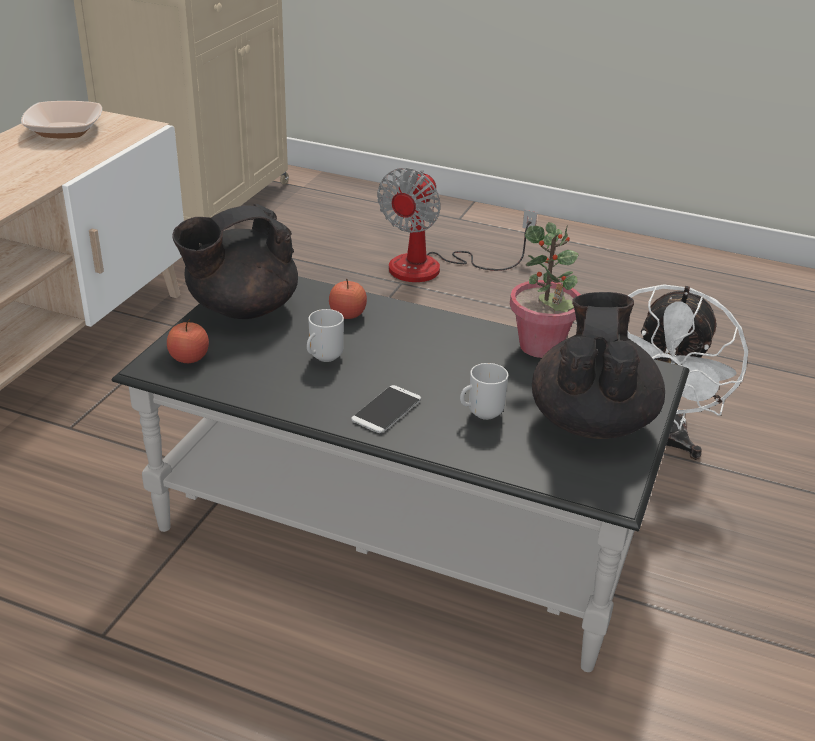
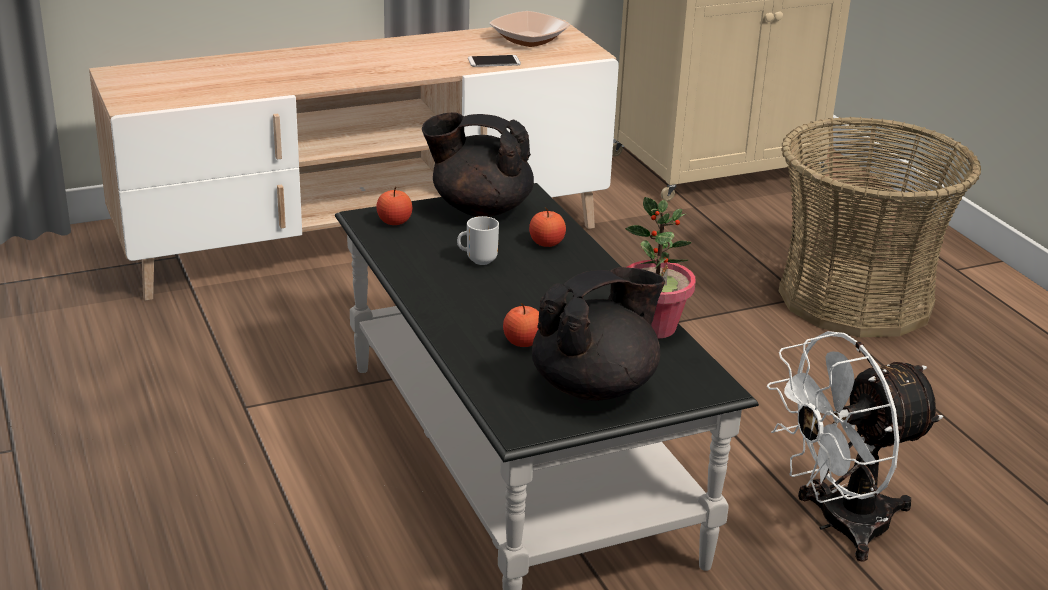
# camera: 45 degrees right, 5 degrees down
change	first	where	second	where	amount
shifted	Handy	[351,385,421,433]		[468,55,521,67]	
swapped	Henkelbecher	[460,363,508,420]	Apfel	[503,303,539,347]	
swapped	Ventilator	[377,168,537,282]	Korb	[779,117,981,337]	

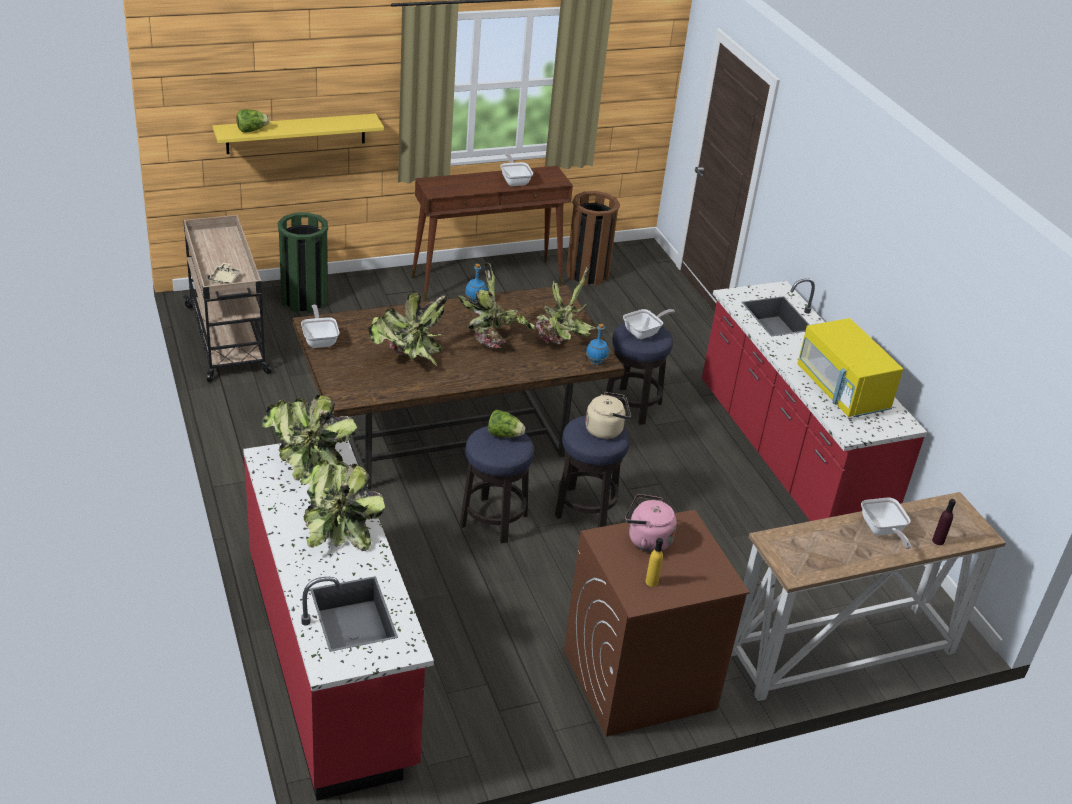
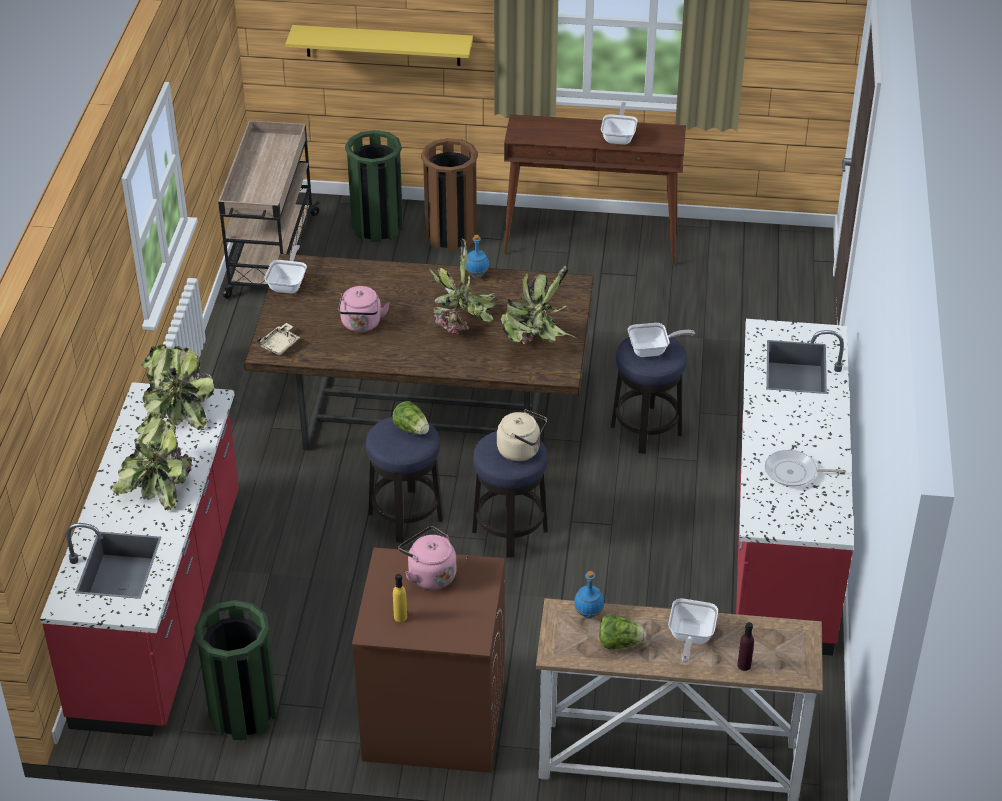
# camera: 30 degrees right, 5 degrees up
change	first	where	second	where	amount
new			Mülleimer/grün	[194,600,277,740]	
shifted	Tablett/beige	[208,262,242,284]		[257,323,300,355]	
swapped	Topfpflanze	[368,293,447,366]	Wasserkessel/rosa	[338,286,390,332]	
shifted	Mülleimer/braun	[566,191,620,286]		[421,138,478,251]	
shifted	Flasche/blau	[586,324,609,365]		[574,571,604,619]	
shifted	Salatkopf	[236,109,269,132]		[599,615,647,649]	
swapped	Mikrowelle/gelb	[797,318,903,417]	Pfanne	[765,450,846,487]	

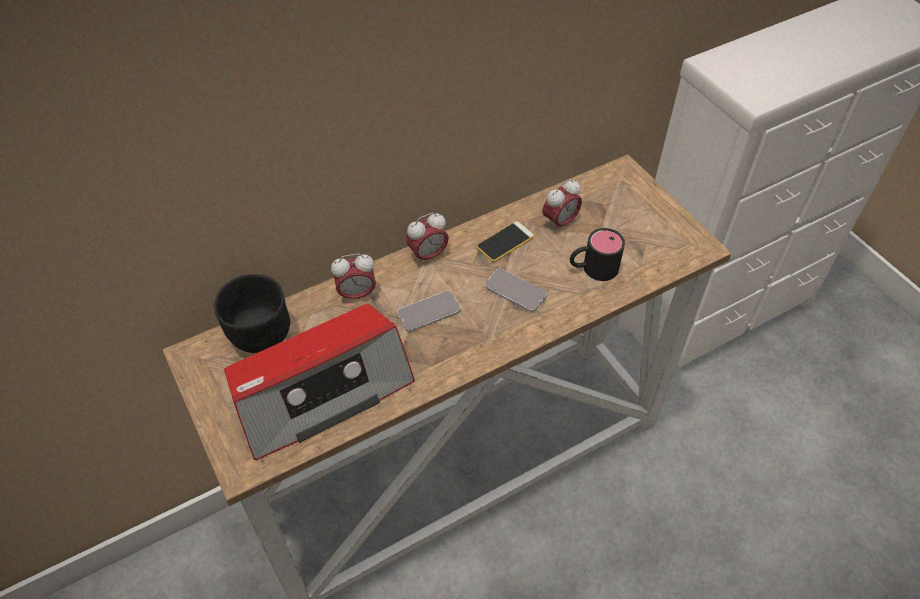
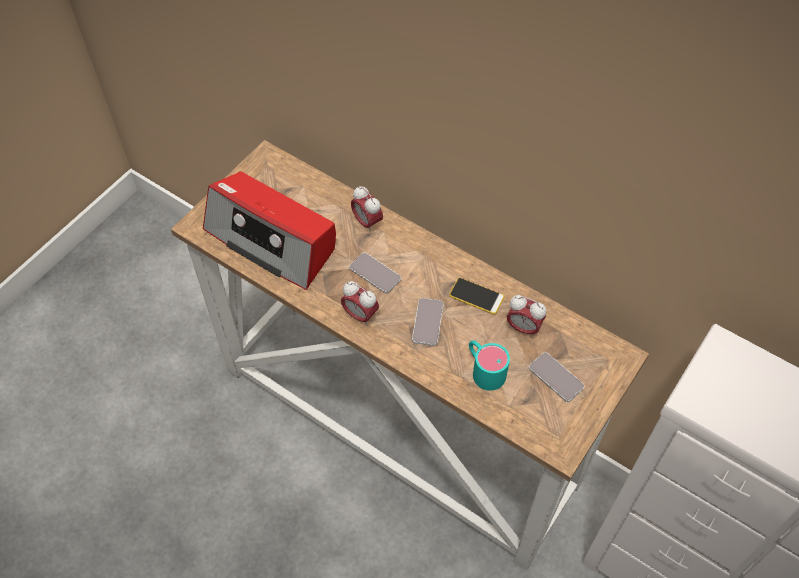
# camera: 65 degrees right, 5 degrees up
change	first	where	second	where	amount
shifted	Wecker	[406,212,449,265]		[341,281,379,326]	
repainted	Henkelbecher/schwarz	[570,228,625,281]	Henkelbecher/türkis	[469,340,510,391]	
new			Handy	[529,352,584,402]	
gone	Schüssel/schwarz	[214,274,290,353]			

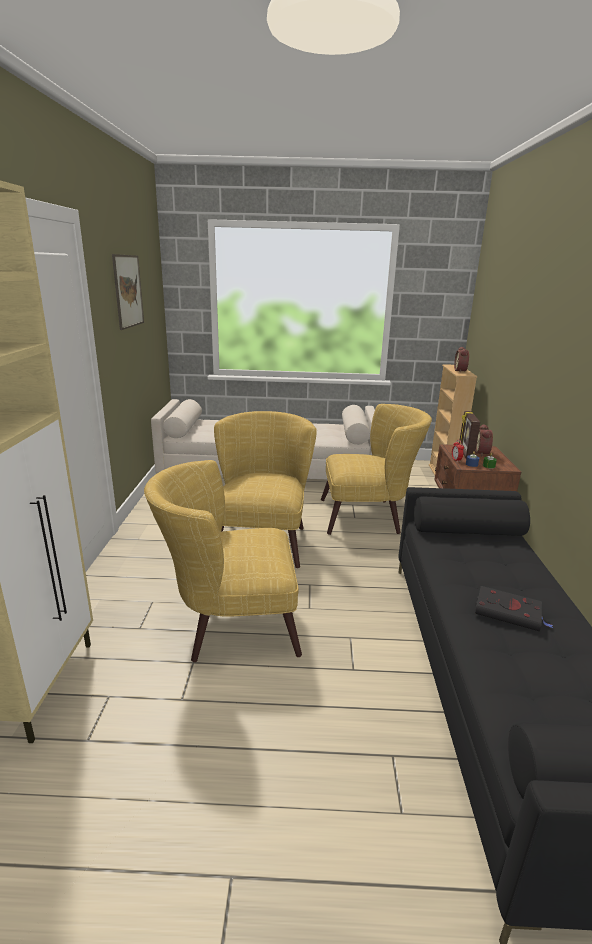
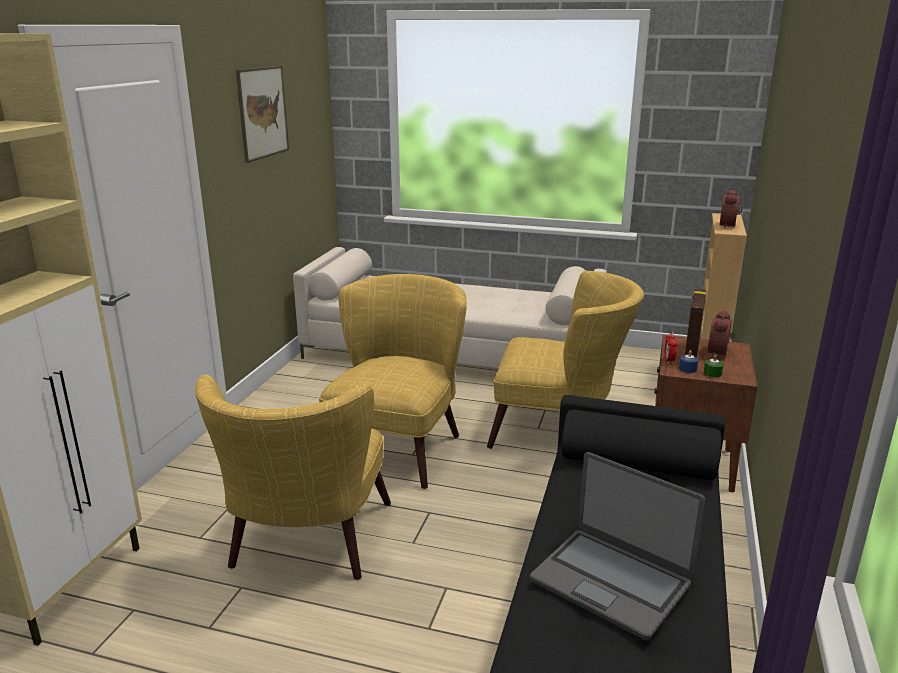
# camera: 15 degrees right, 0 degrees up
change	first	where	second	where	amount
rotated	Sessel/gelb	[144,460,302,662]		[195,375,391,580]	90 degrees counterclockwise
swapped	Buch/schwarz	[475,586,553,631]	Laptop	[530,452,705,640]	

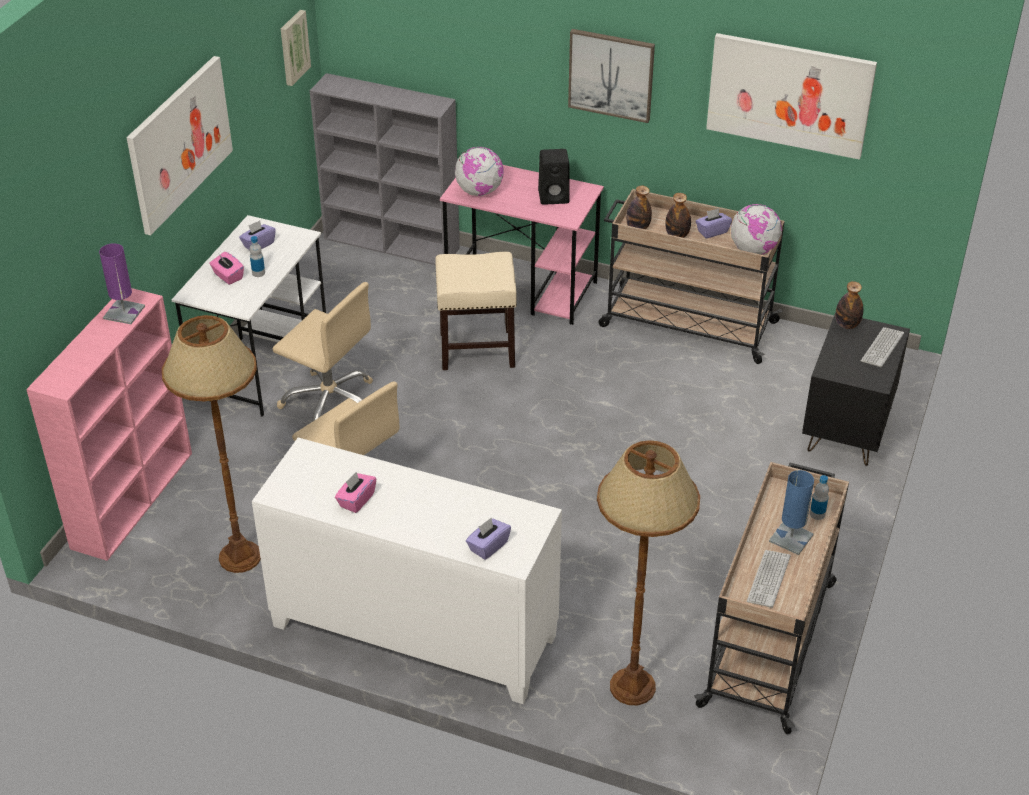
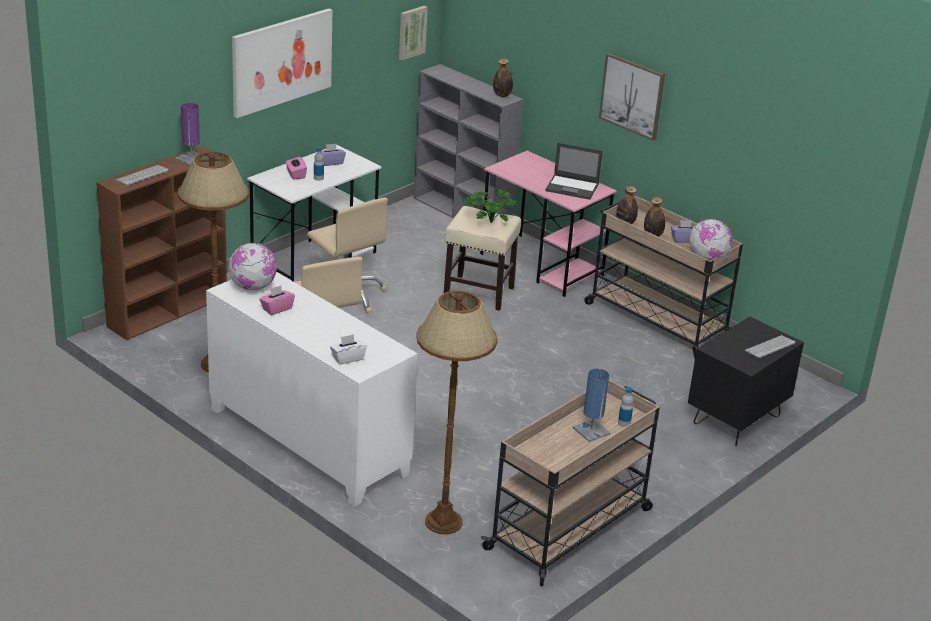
# camera: 20 degrees right, 10 degrees down
change	first	where	second	where	amount
repainted	Bücherregal/rosa	[26,288,192,561]	Bücherregal/braun	[96,146,227,340]	
shifted	Tastatur	[747,550,791,608]		[116,165,168,186]	
shifted	Globus	[455,147,504,196]		[228,243,277,290]	
repainted	Taschentuchbox/lila	[466,518,511,560]	Taschentuchbox/weiß	[330,334,367,365]	
new			Topfpflanze	[462,189,517,222]	
shifted	Flasche	[836,281,863,329]		[493,58,513,97]	
swapped	Lautsprecher/schwarz	[538,149,570,205]	Laptop	[545,143,603,200]	
gone	Bild	[706,33,877,160]			

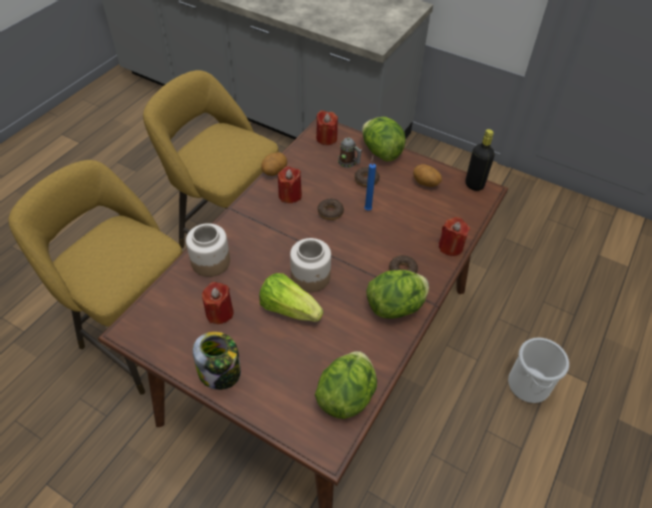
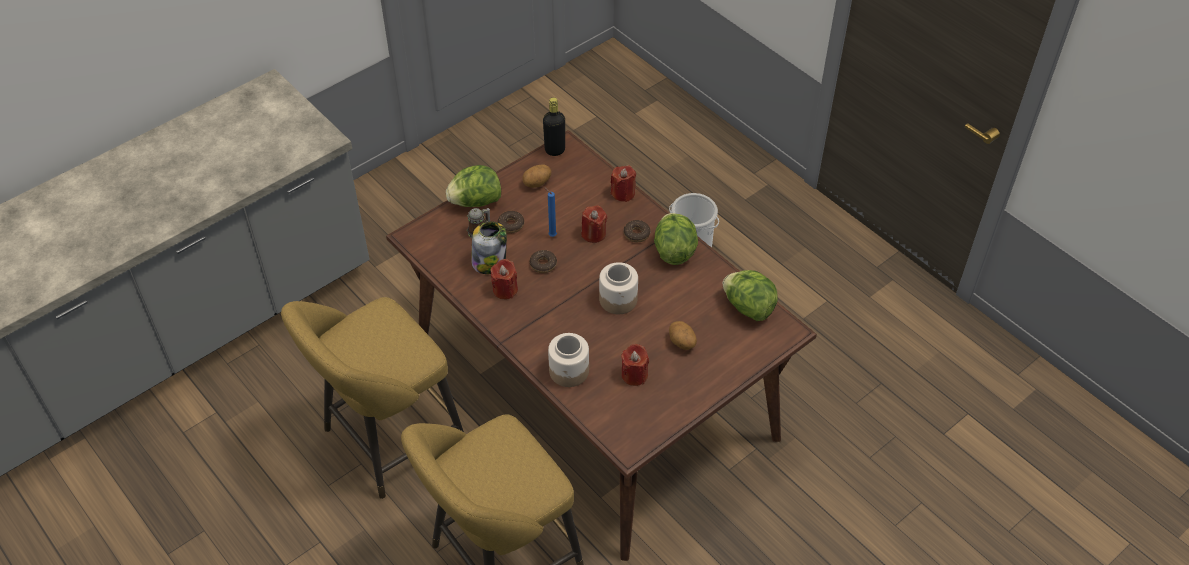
# camera: 70 degrees left, 0 degrees up
change	first	where	second	where	amount
shifted	Vorratsglas	[193,332,241,390]		[471,222,507,274]	
shifted	Kerze/rot	[316,110,338,145]		[581,205,607,243]	
shifted	Kartoffel	[261,152,287,176]		[669,321,697,350]	
gone	Salatkopf	[259,273,323,322]			

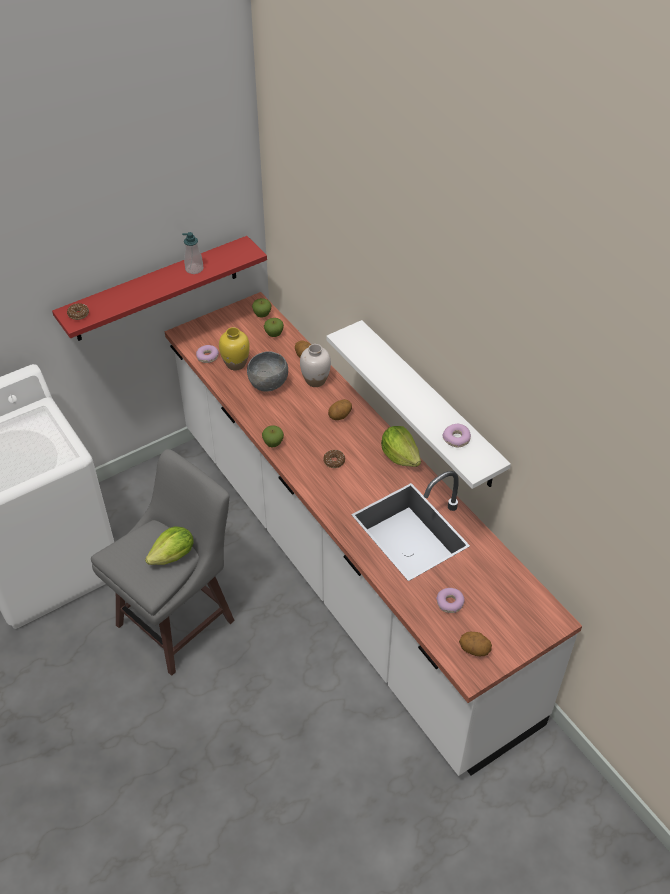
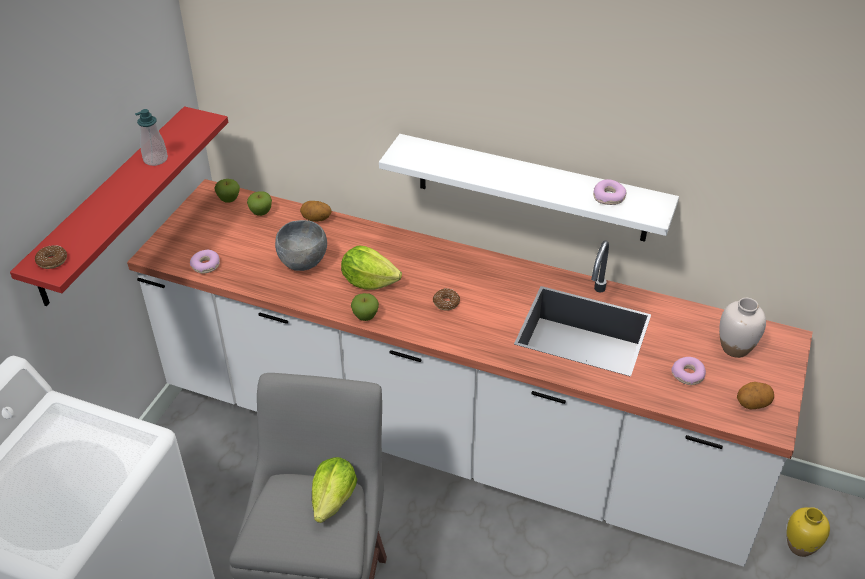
# camera: 35 degrees left, 5 degrees down
change	first	where	second	where	amount
shifted	Salatkopf	[381,426,421,467]		[341,246,402,290]	
shifted	Vase/weiß	[300,344,331,387]		[719,298,766,358]	
shifted	Vase/gelb	[219,327,250,371]		[786,507,830,557]	
gone	Kartoffel	[328,399,352,420]			

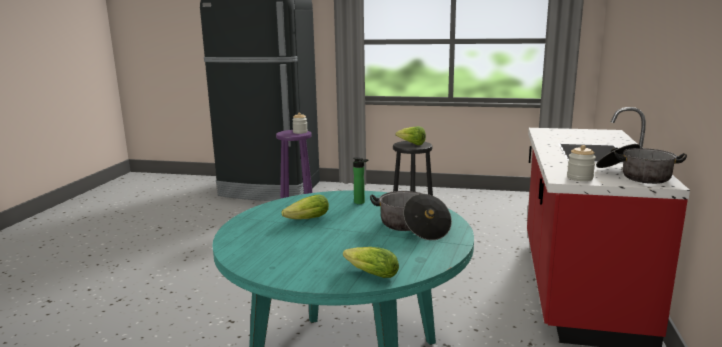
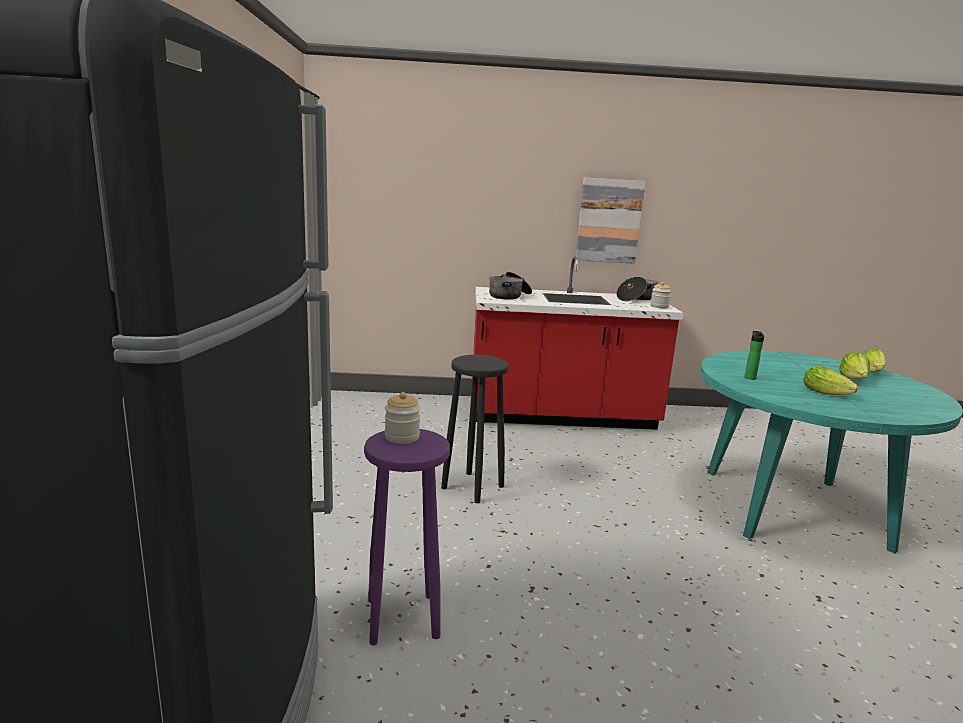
# camera: 105 degrees left, 0 degrees up
change	first	where	second	where	amount
shifted	Kochtopf	[370,191,452,240]		[489,272,532,300]	
new			Bild	[576,178,645,264]	
shifted	Salatkopf	[396,126,426,145]		[839,352,870,379]	

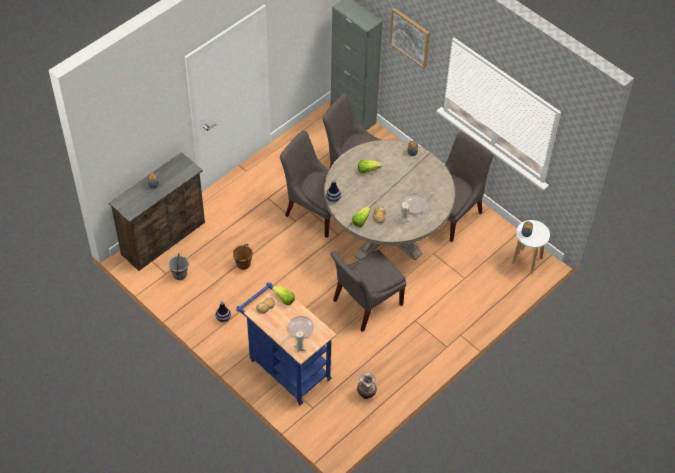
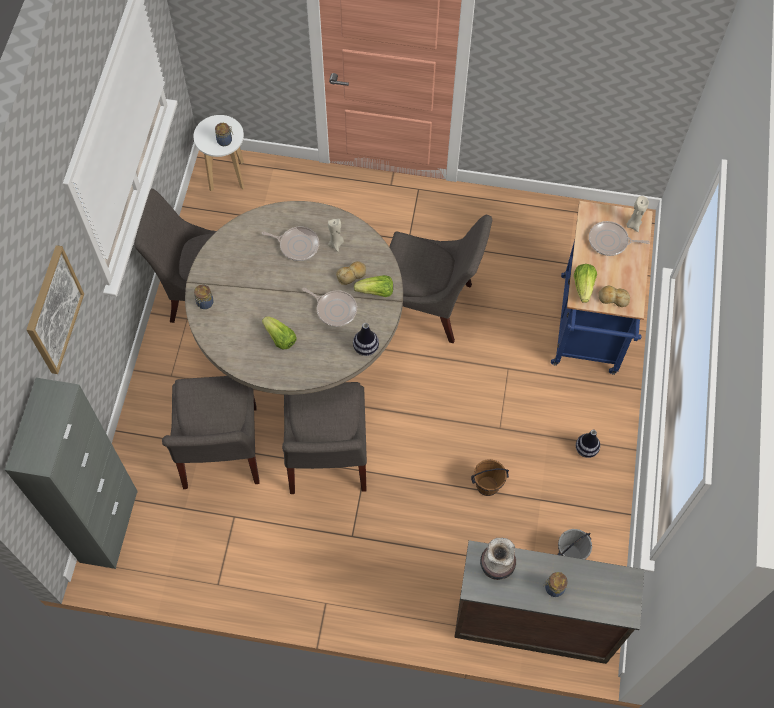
# camera: 125 degrees left, 10 degrees up
change	first	where	second	where	amount
new			Pfanne	[302,288,357,327]	
shifted	Vase	[357,373,377,399]		[480,538,516,580]	

